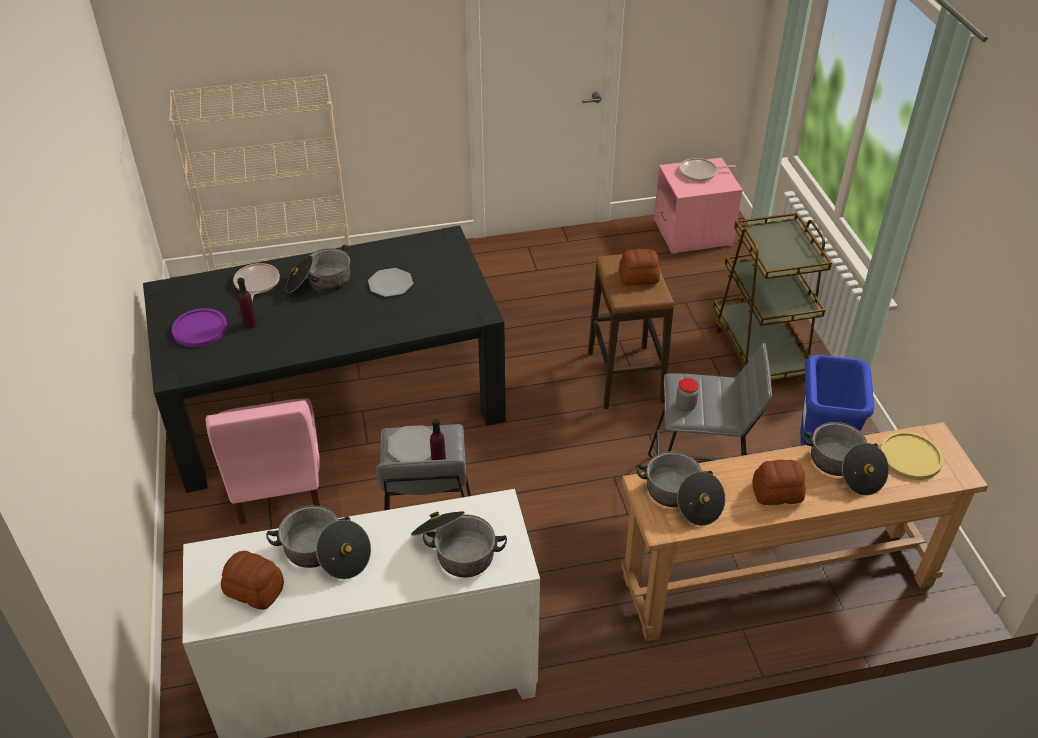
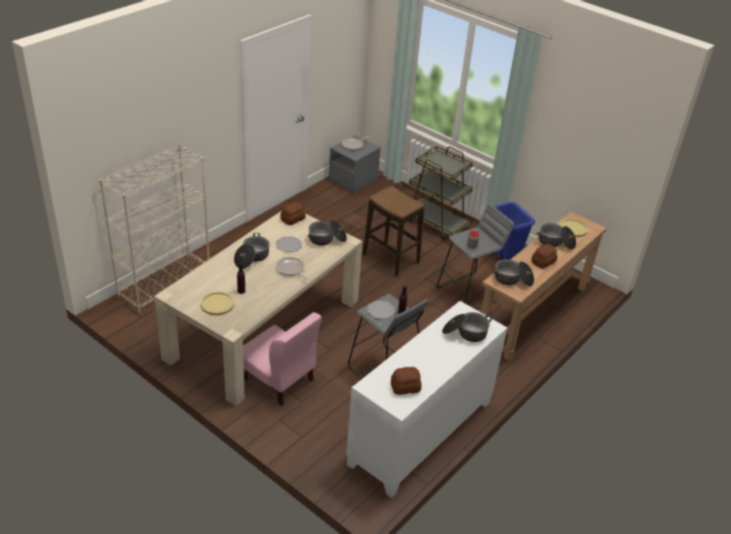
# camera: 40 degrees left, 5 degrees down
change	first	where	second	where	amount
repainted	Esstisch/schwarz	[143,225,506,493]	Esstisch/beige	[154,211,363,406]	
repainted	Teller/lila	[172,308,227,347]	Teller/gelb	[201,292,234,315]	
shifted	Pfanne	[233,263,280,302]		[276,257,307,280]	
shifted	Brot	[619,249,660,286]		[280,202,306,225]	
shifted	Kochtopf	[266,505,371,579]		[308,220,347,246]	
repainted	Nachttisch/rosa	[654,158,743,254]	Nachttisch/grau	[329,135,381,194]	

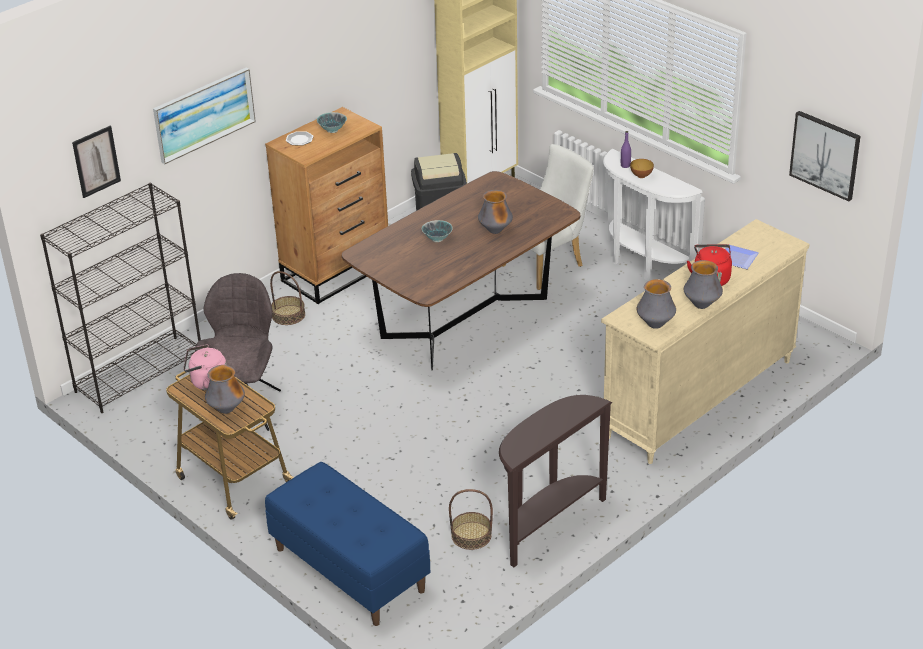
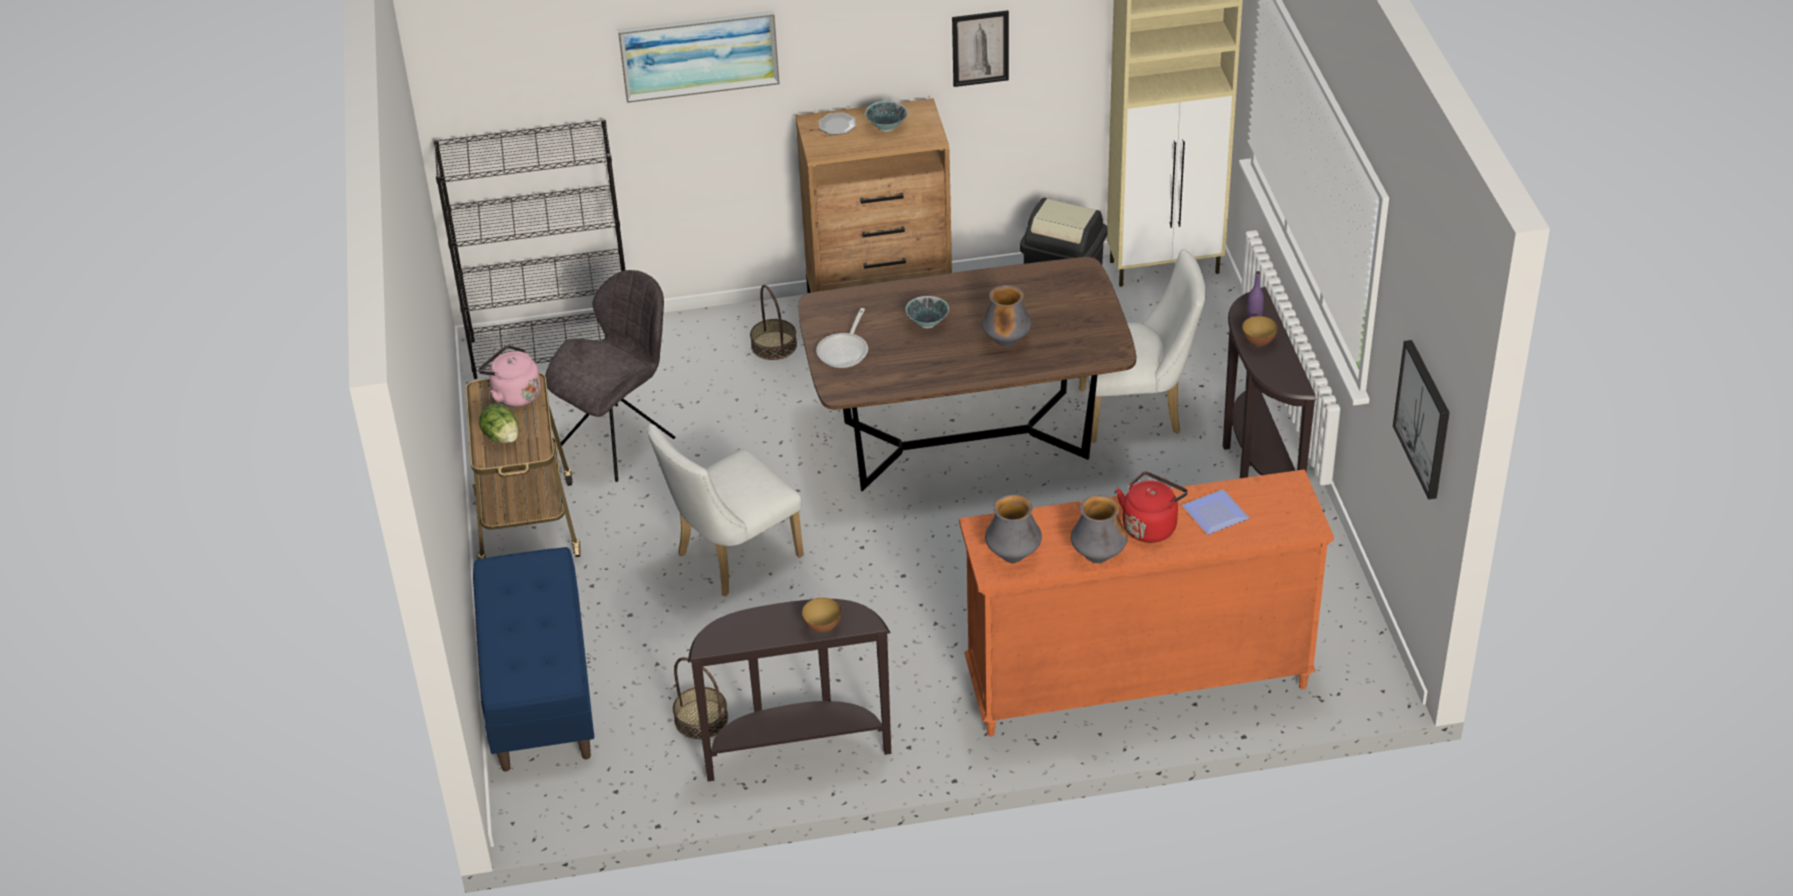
# camera: 35 degrees right, 5 degrees up
change	first	where	second	where	amount
swapped	Vase	[205,365,245,414]	Salatkopf	[479,404,518,443]	
new			Stuhl/weiß	[647,424,804,596]	
new			Schüssel	[802,598,842,633]	
new			Pfanne	[816,308,868,368]	
shifted	Bild	[72,126,121,198]		[952,10,1009,87]	
repainted	Kommode/beige	[601,219,810,464]	Kommode/orange	[959,469,1334,737]	
repainted	Konsolentisch/weiß	[603,149,703,281]	Konsolentisch/braun	[1223,287,1316,478]	

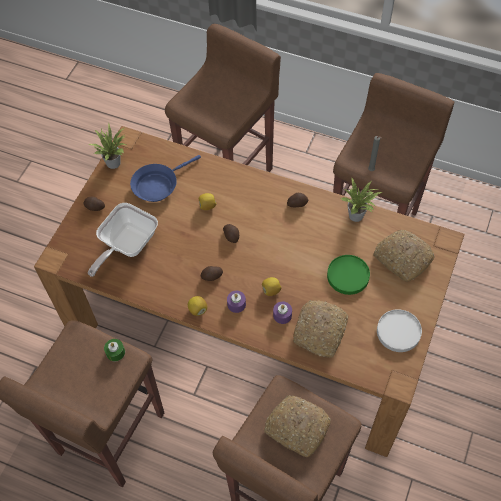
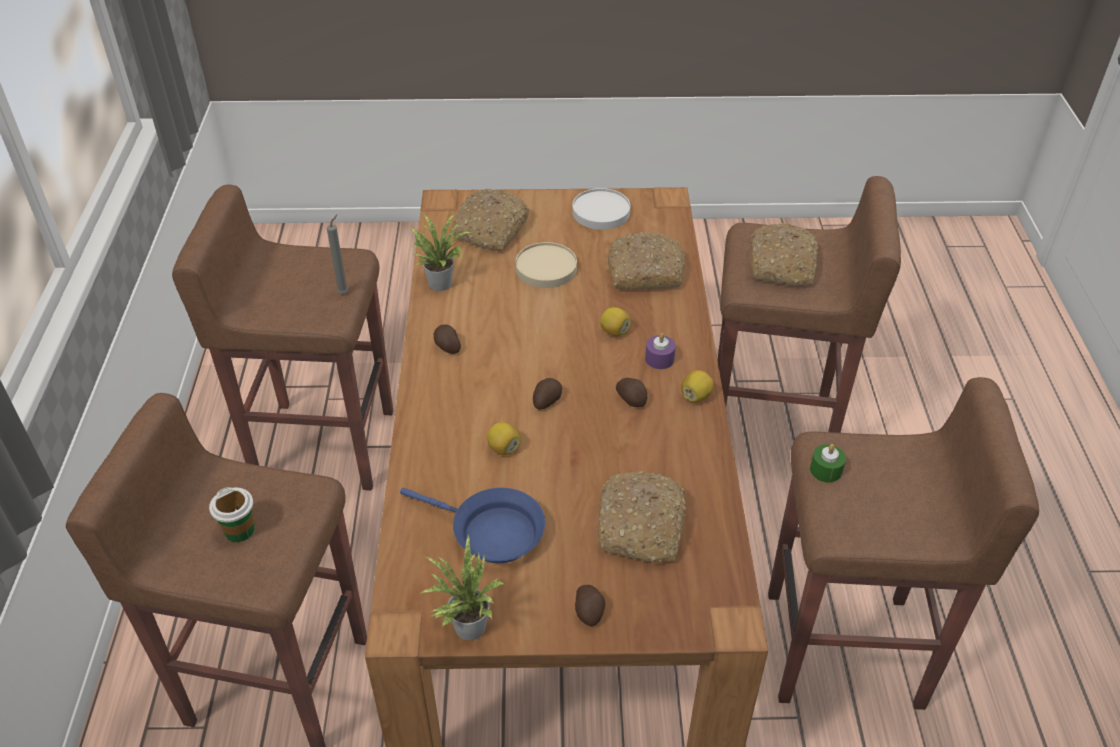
# camera: 115 degrees left, 15 degrees down
change	first	where	second	where	amount
new			Tasse	[209,487,255,542]	
repainted	Teller/grün	[327,255,370,295]	Teller/beige	[515,242,577,288]	
swapped	Pfanne	[88,203,158,277]	Brot	[598,471,686,562]	
gone	Kerze/lila	[273,302,292,324]			

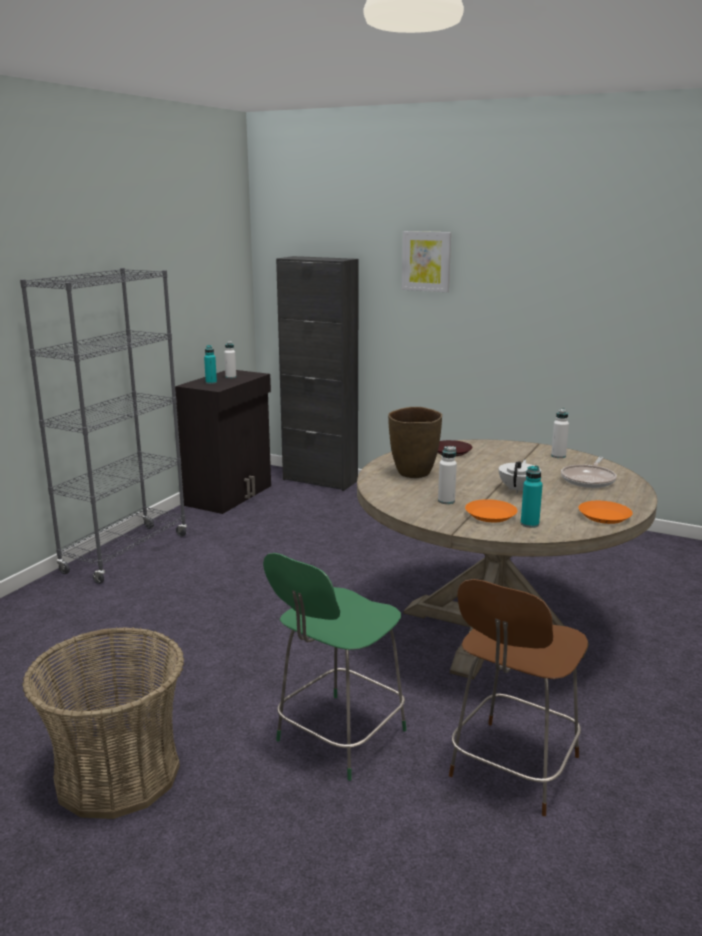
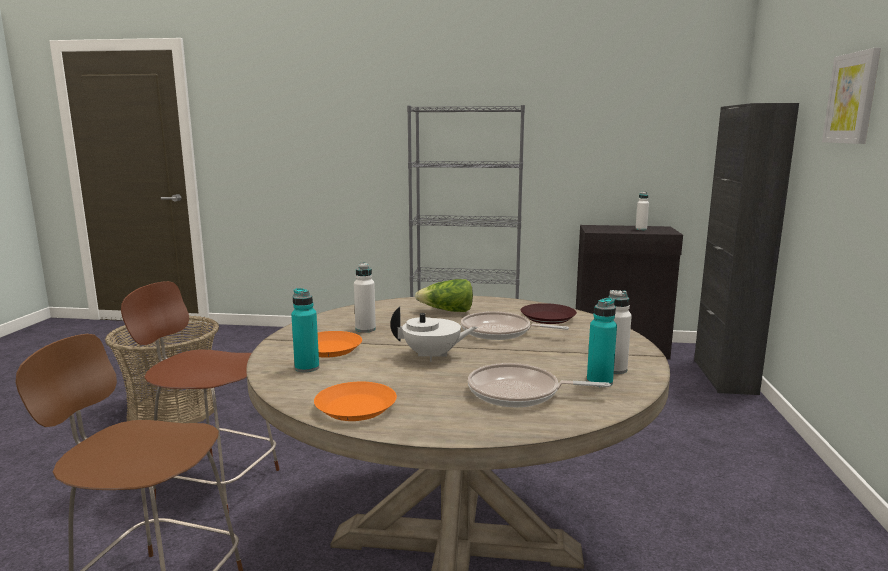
# camera: 70 degrees right, 5 degrees down
change	first	where	second	where	amount
repainted	Stuhl/grün	[263,553,407,781]	Stuhl/braun	[121,281,280,513]	
swapped	Vase/braun	[388,407,442,478]	Salatkopf	[415,279,473,312]	
new			Pfanne	[461,311,569,340]	
shifted	Flasche/türkis	[204,345,217,384]		[587,298,617,387]	

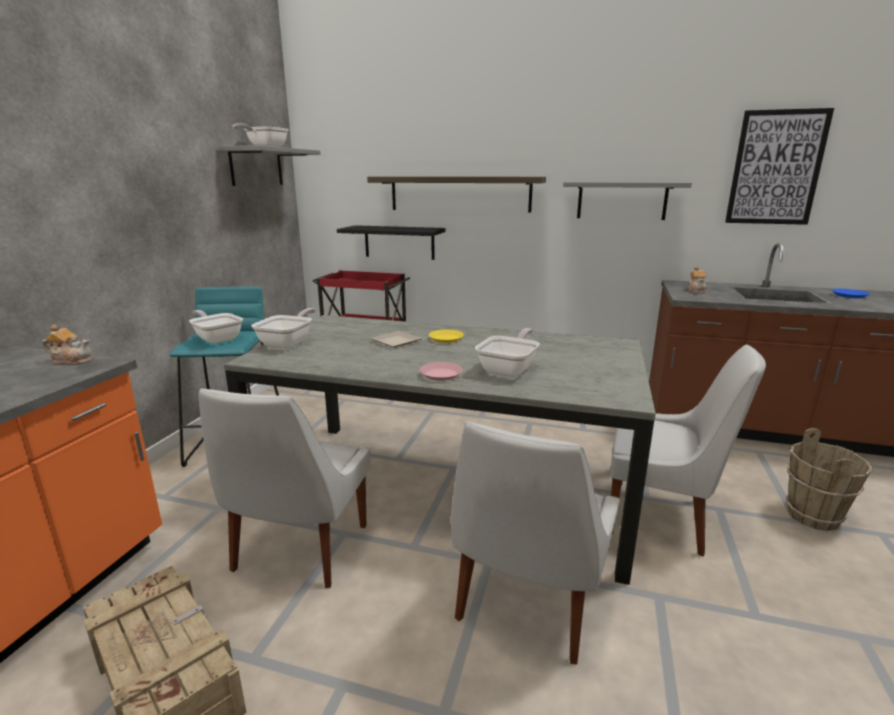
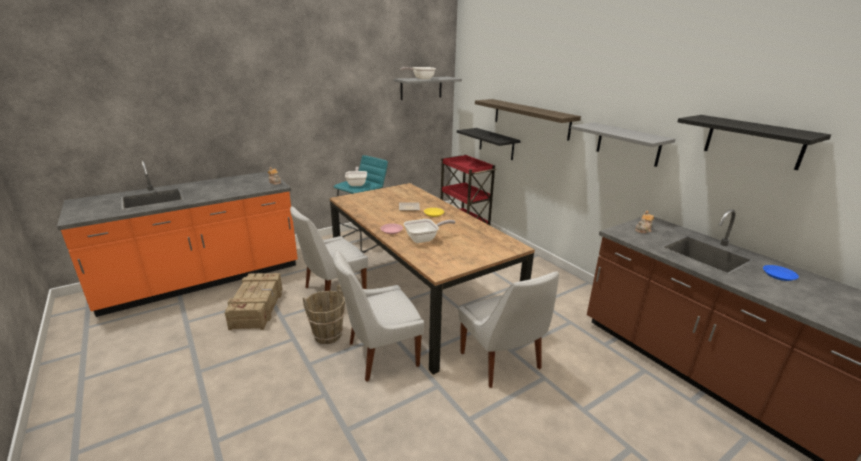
# camera: 40 degrees right, 5 degrees up
change	first	where	second	where	amount
shifted	Eimer/braun	[786,428,872,531]		[303,285,345,344]	
repainted	Esstisch/grau	[224,315,656,585]	Esstisch/braun	[330,183,535,375]	
swapped	Bild	[725,108,834,225]	Wandregal/schwarz	[678,115,831,170]	
gone	Pfanne	[251,308,316,349]			

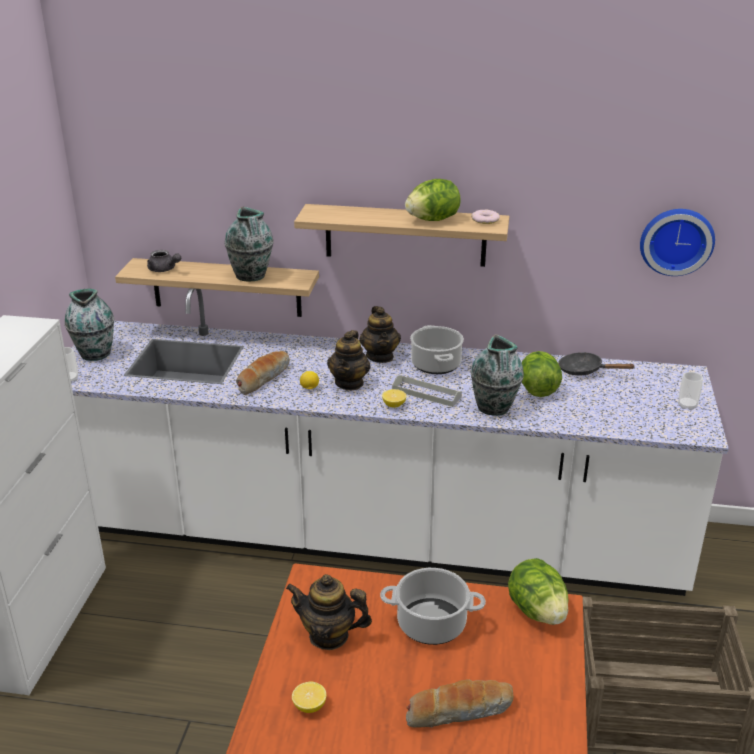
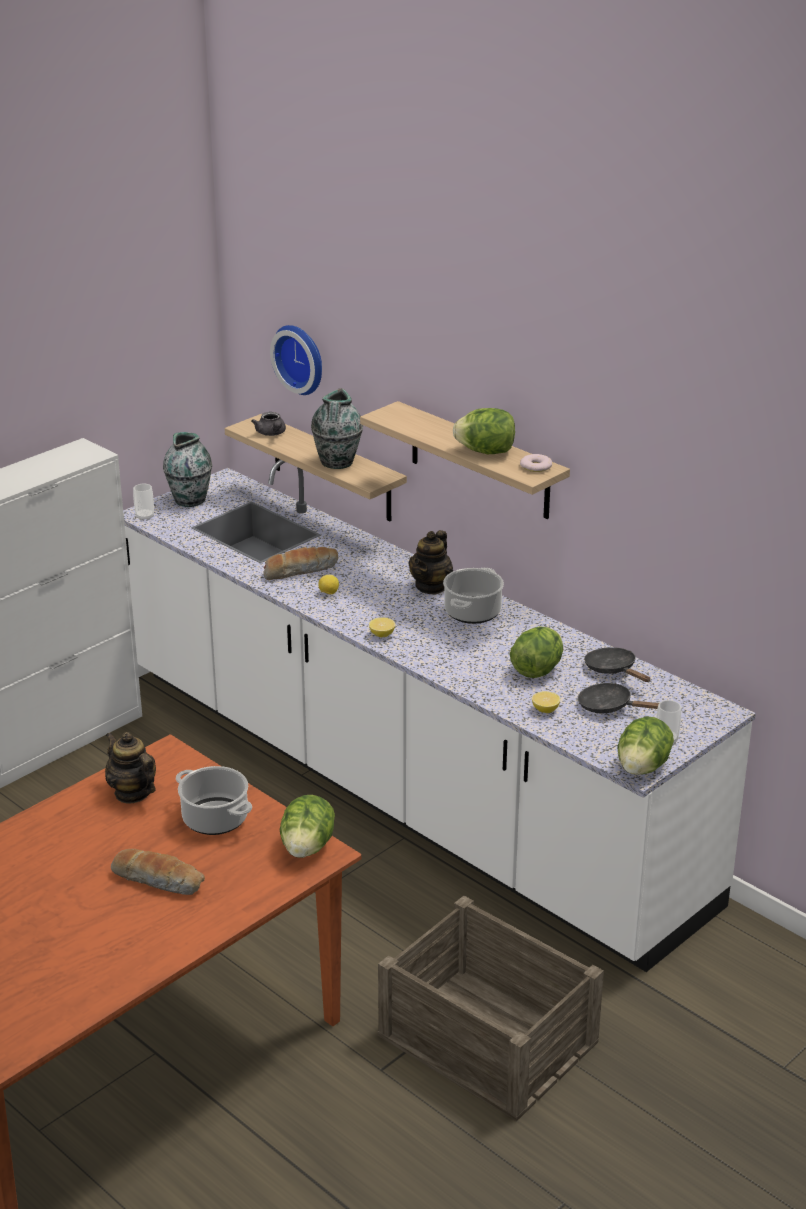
# camera: 35 degrees right, 0 degrees up
change	first	where	second	where	amount
shifted	Wanduhr	[640,209,715,276]		[270,325,322,395]	
shifted	Zitrone	[292,681,326,713]		[532,691,560,713]	
new			Pfanne/schwarz	[578,683,659,713]	
new			Salatkopf	[617,716,674,775]	
gone	Teekanne	[327,330,370,390]			
gone	Tablett/grau	[392,375,462,407]			
gone	Vase	[470,334,524,416]			

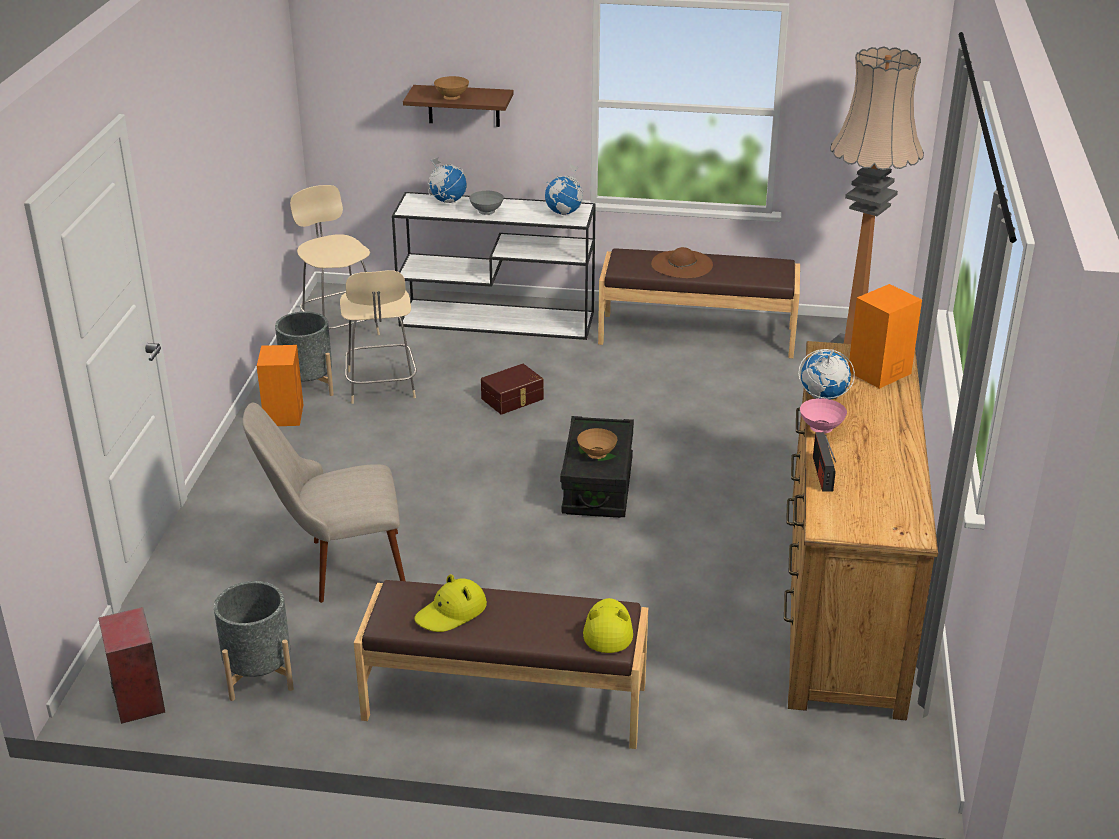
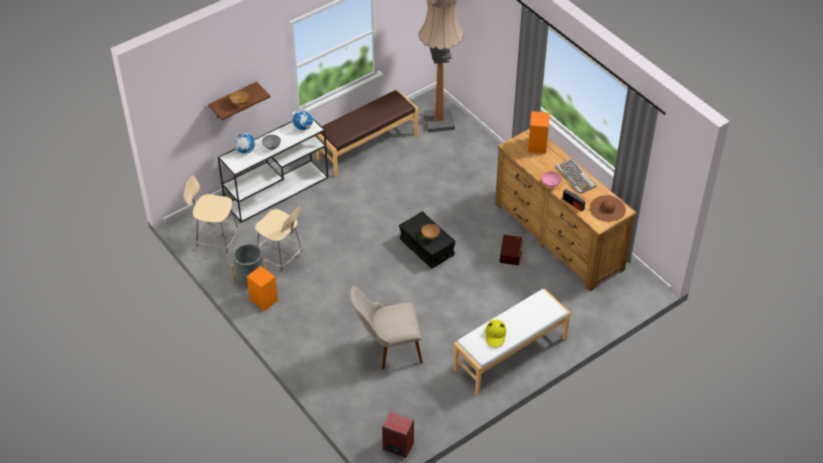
# camera: 45 degrees left, 15 degrees up
change	first	where	second	where	amount
rotated	Stuhl/beige	[242,403,406,603]		[350,286,423,370]	45 degrees clockwise
repainted	Bank/braun	[354,580,648,749]	Bank/weiß	[453,289,570,395]	
shifted	Aufbewahrungsbox/braun	[481,364,544,415]		[500,235,523,265]	
new			Tastatur	[555,158,596,194]	
shifted	Hut/braun	[651,247,713,278]		[590,195,626,222]	
gone	Pflanzkübel/grau	[214,581,294,701]			
gone	Hut/gelb	[583,598,633,653]			
gone	Globus	[798,348,855,400]			

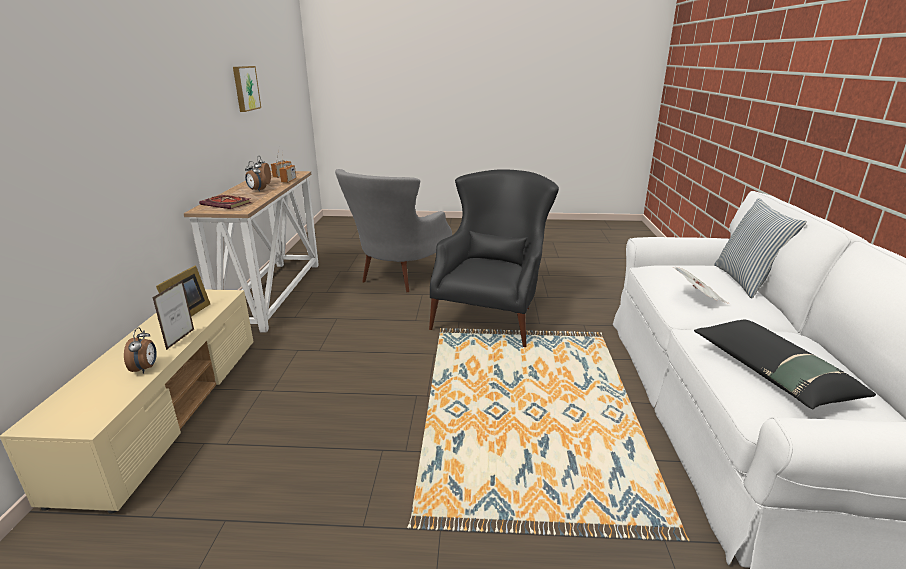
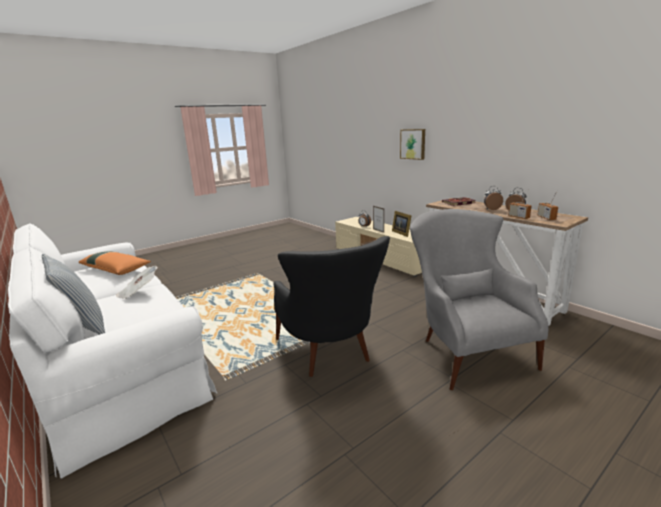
# camera: 140 degrees right, 5 degrees down
change	first	where	second	where	amount
repainted	Kissen/schwarz	[694,320,876,410]	Kissen/orange	[79,251,151,275]	
shifted	Bild	[233,66,261,112]		[400,129,425,160]	

